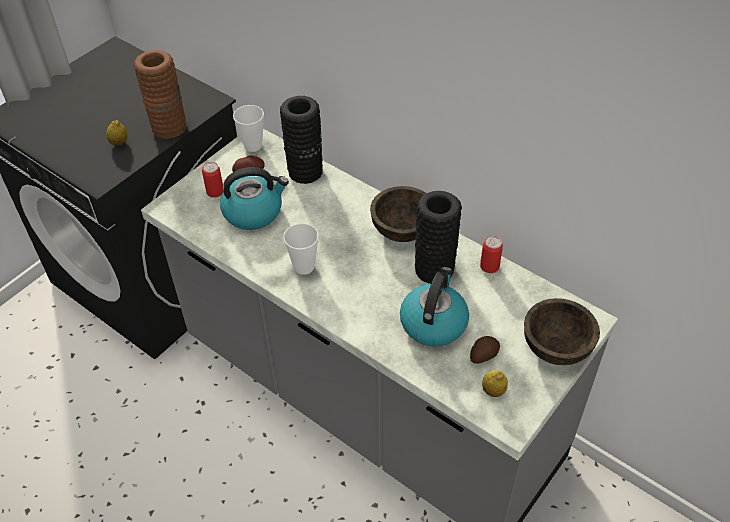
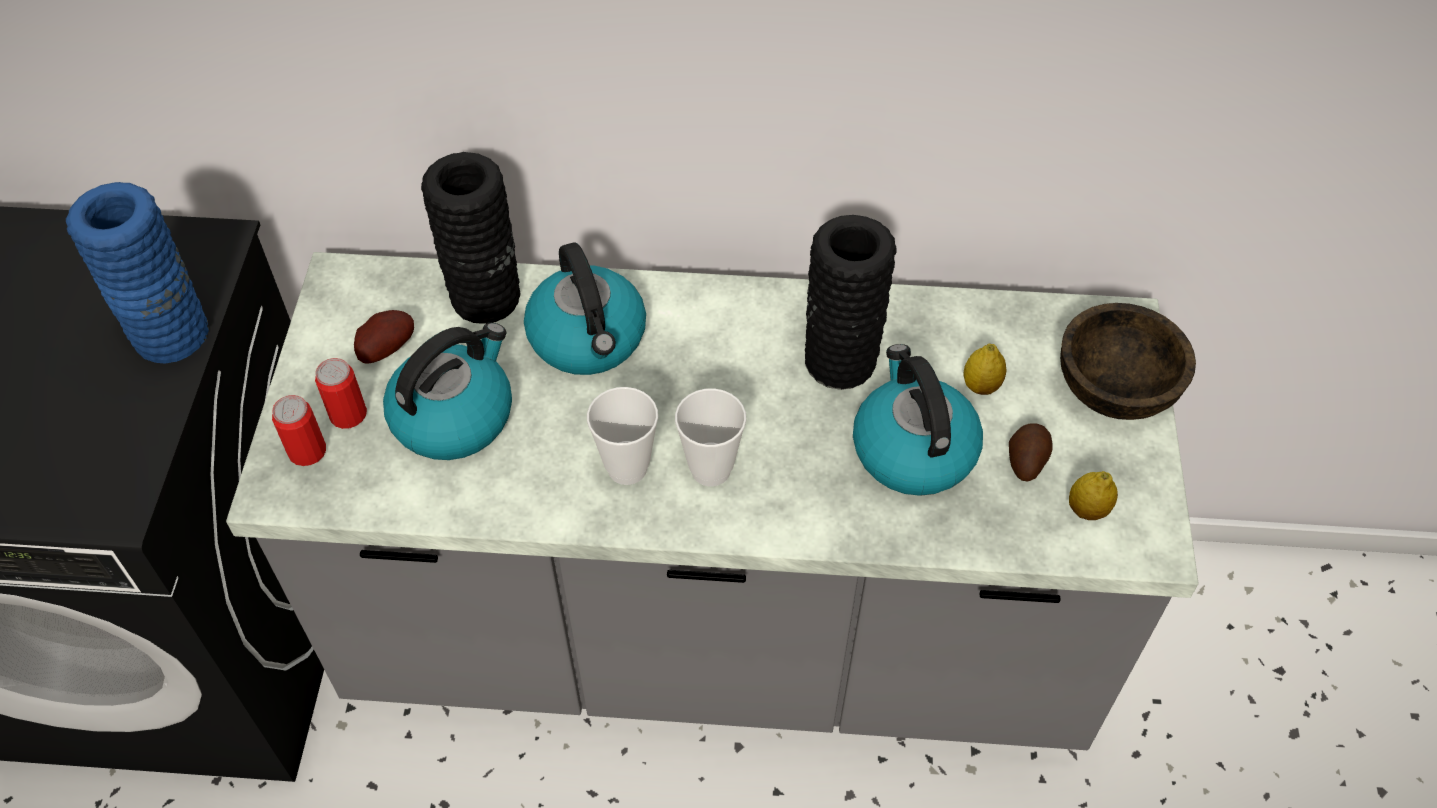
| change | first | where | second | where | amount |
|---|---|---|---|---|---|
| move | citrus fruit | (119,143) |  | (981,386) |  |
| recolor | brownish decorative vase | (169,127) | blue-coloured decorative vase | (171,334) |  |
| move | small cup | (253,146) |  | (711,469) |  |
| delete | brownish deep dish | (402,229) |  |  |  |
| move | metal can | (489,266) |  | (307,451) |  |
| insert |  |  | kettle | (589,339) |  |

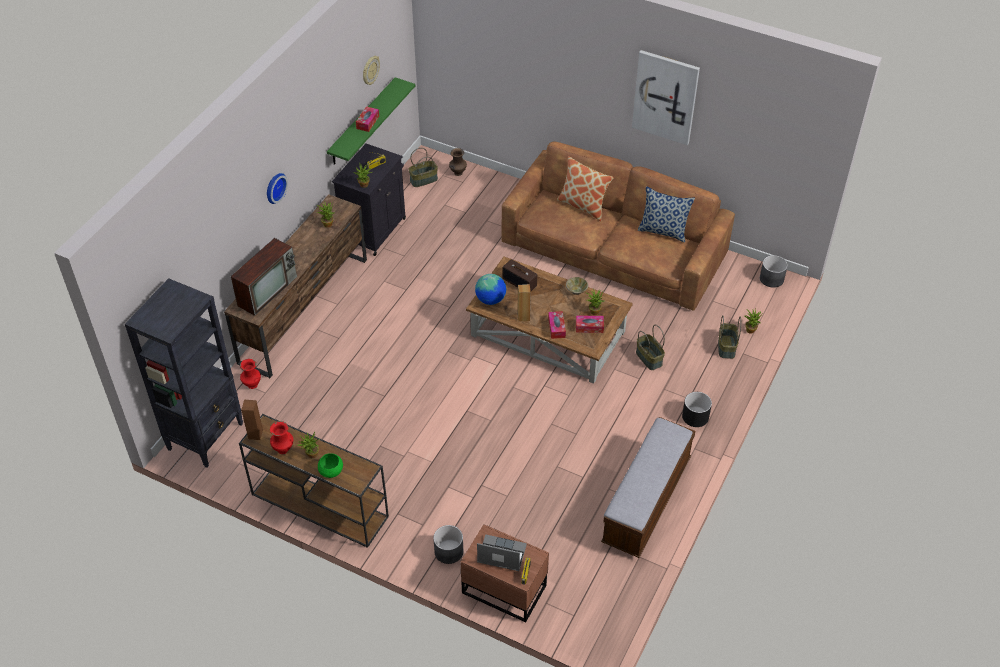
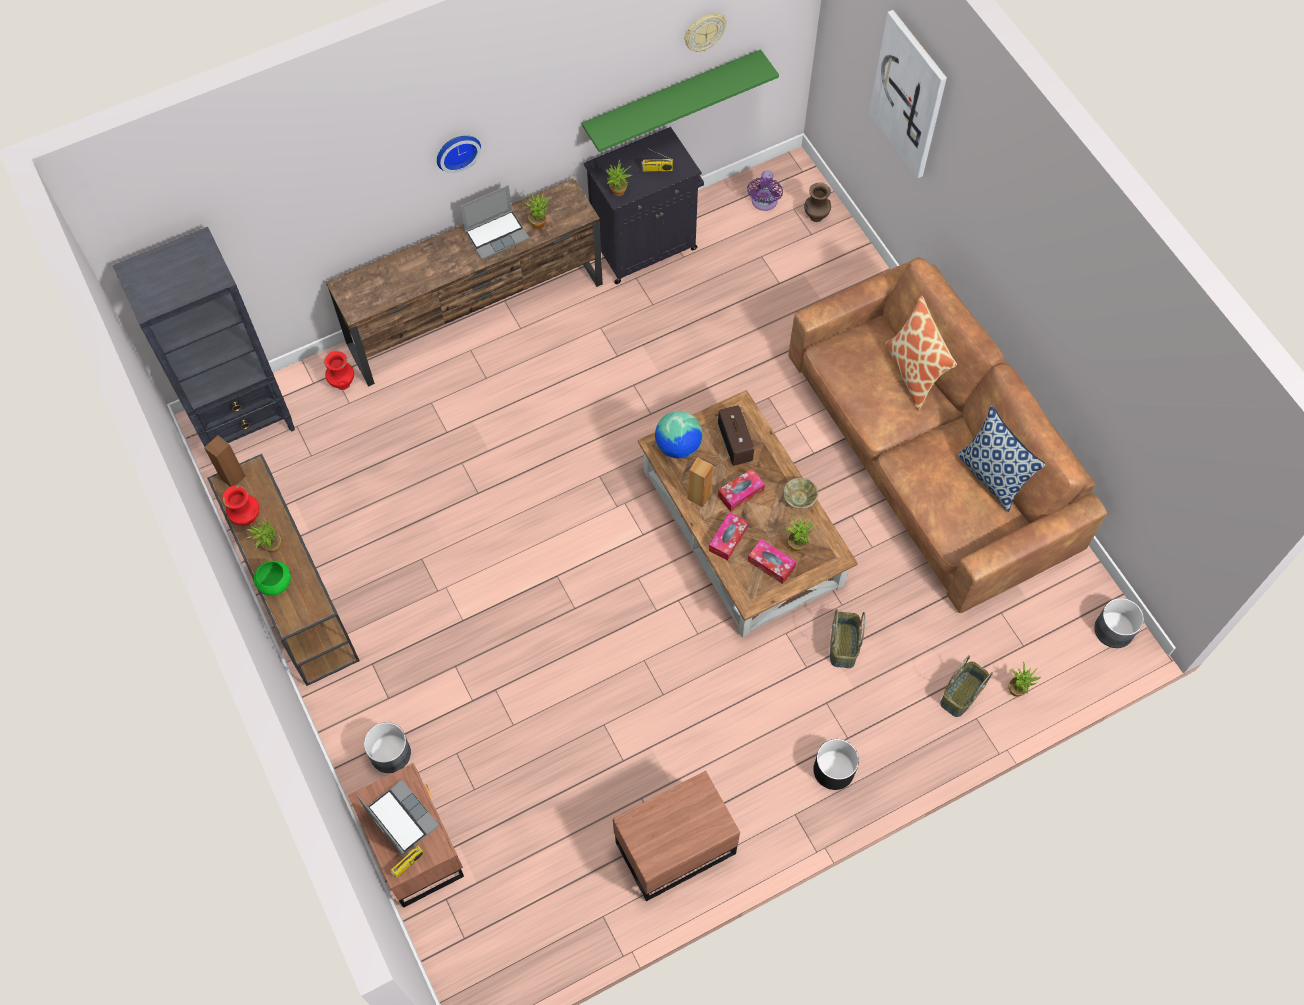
| change | first | where | second | where | amount |
|---|---|---|---|---|---|
| delete | TV set | (268,290) |  |  |  |
| move | tissue holder | (367,122) |  | (740,493) |  |
| replace | household basket | (423,179) | purple-coloured electric fan | (764,202) |  |
| replace | long seat | (646,501) | brownish night table | (673,847) |  |
| move | picture | (665,97) |  | (909,94) |  |
| insert |  |  | notebook computer | (497,234) |  |

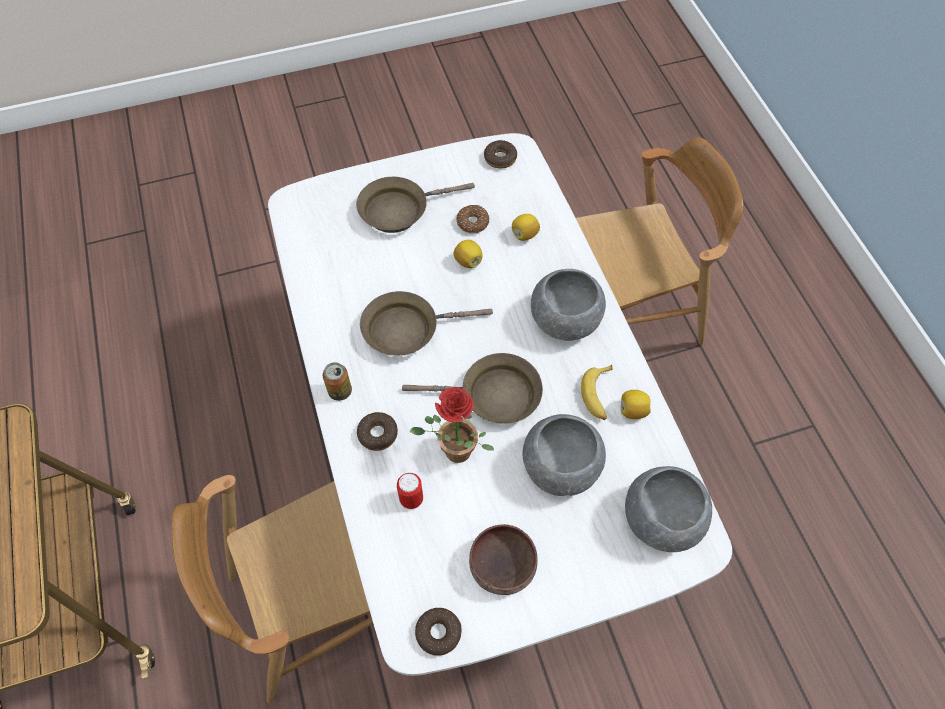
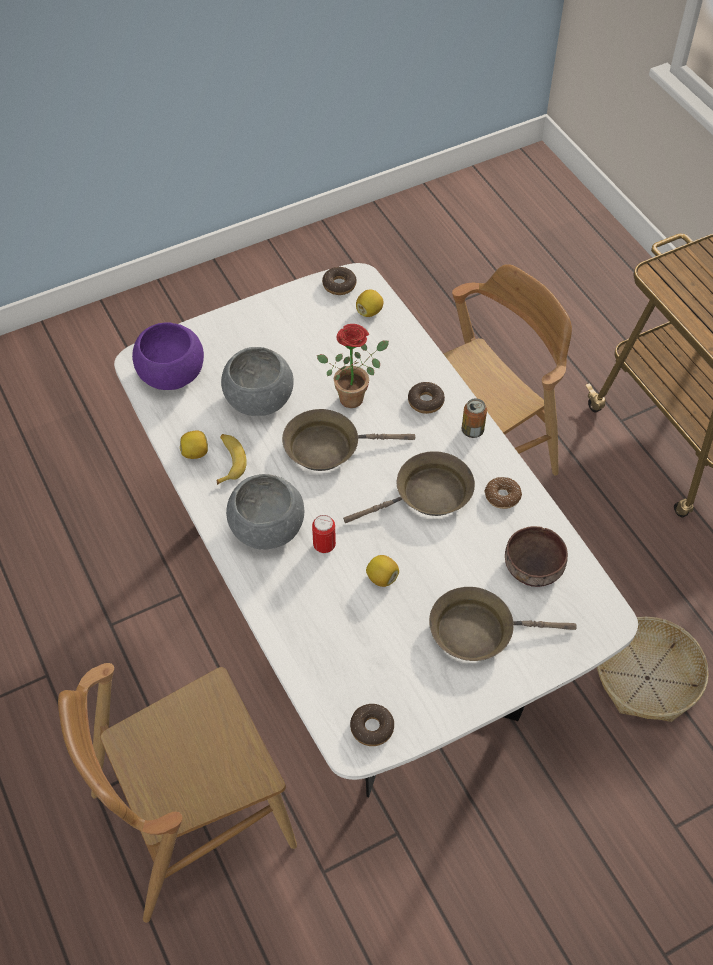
| change | first | where | second | where | amount |
|---|---|---|---|---|---|
| rotate | brownish frying pan | (399,210) |  | (478,630) | 150 degrees counterclockwise |
| move | metal can | (411,499) |  | (324,546) |  |
| move | ring doughnut | (472,222) |  | (502,496) |  |
| move | brownish deep dish | (504,564) |  | (532,567) |  |
| move | citrus fruit | (524,234) |  | (369,311) |  |
| recolor | greyish deep dish | (662,519) | purple-coloured deep dish | (171,374) |  |
| insert |  |  | household basket | (647,677) |  |

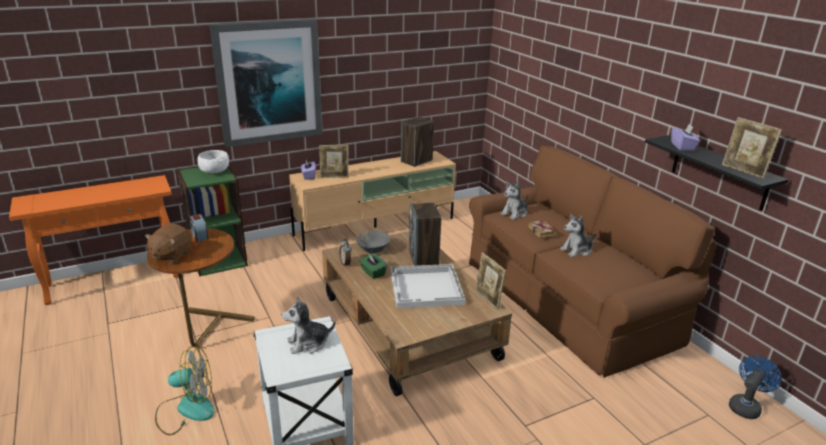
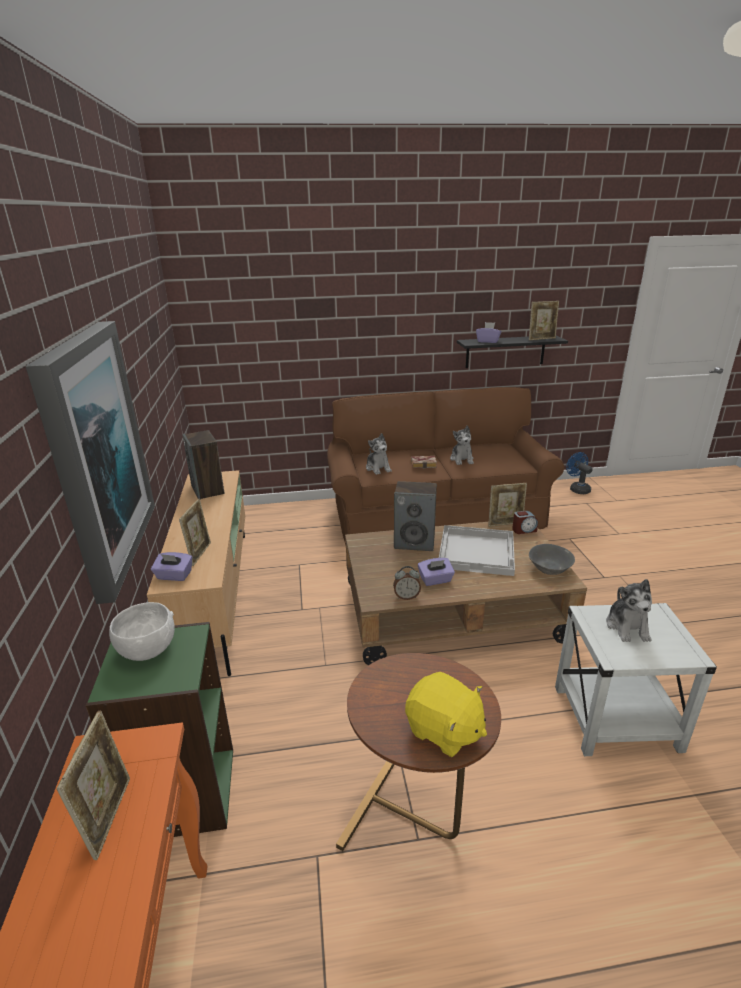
| change | first | where | second | where | amount |
|---|---|---|---|---|---|
| recolor | brownish plush toy | (171,255) | yellow-coloured plush toy | (444,730) |  |
| delete | electric fan | (186,409) |  |  |  |
| move | alarm clock | (199,235) |  | (524,530) |  |
| move | greyish deep dish | (373,249) |  | (549,568) |  |
| recolor | greenish tissue holder | (373,273) | purple-coloured tissue holder | (435,580) |  |
| insert |  |  | standing frame | (109,816) |  |

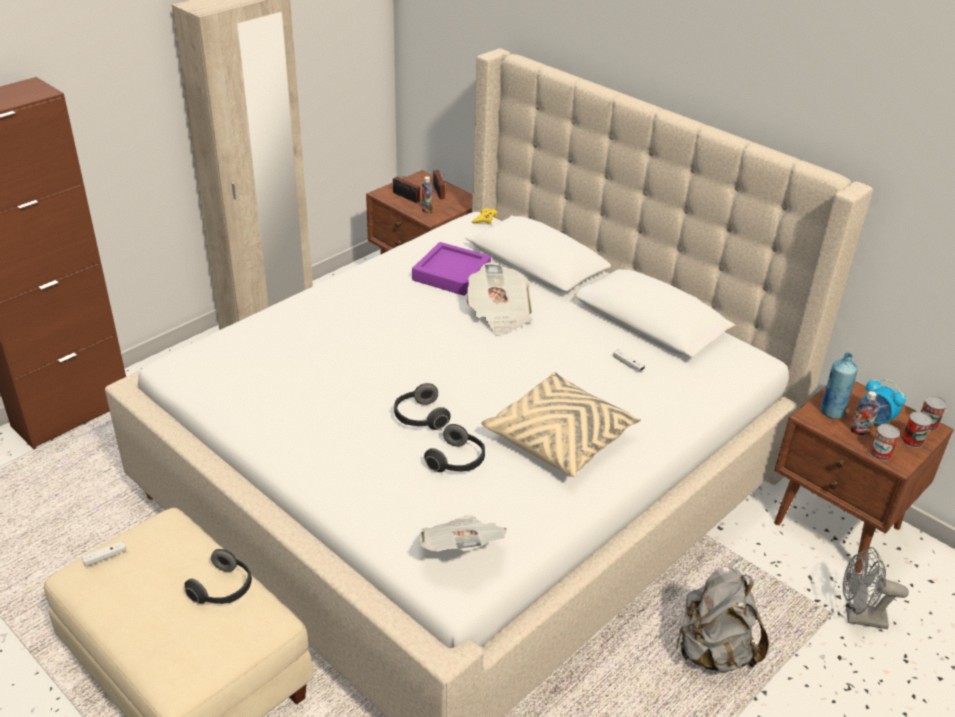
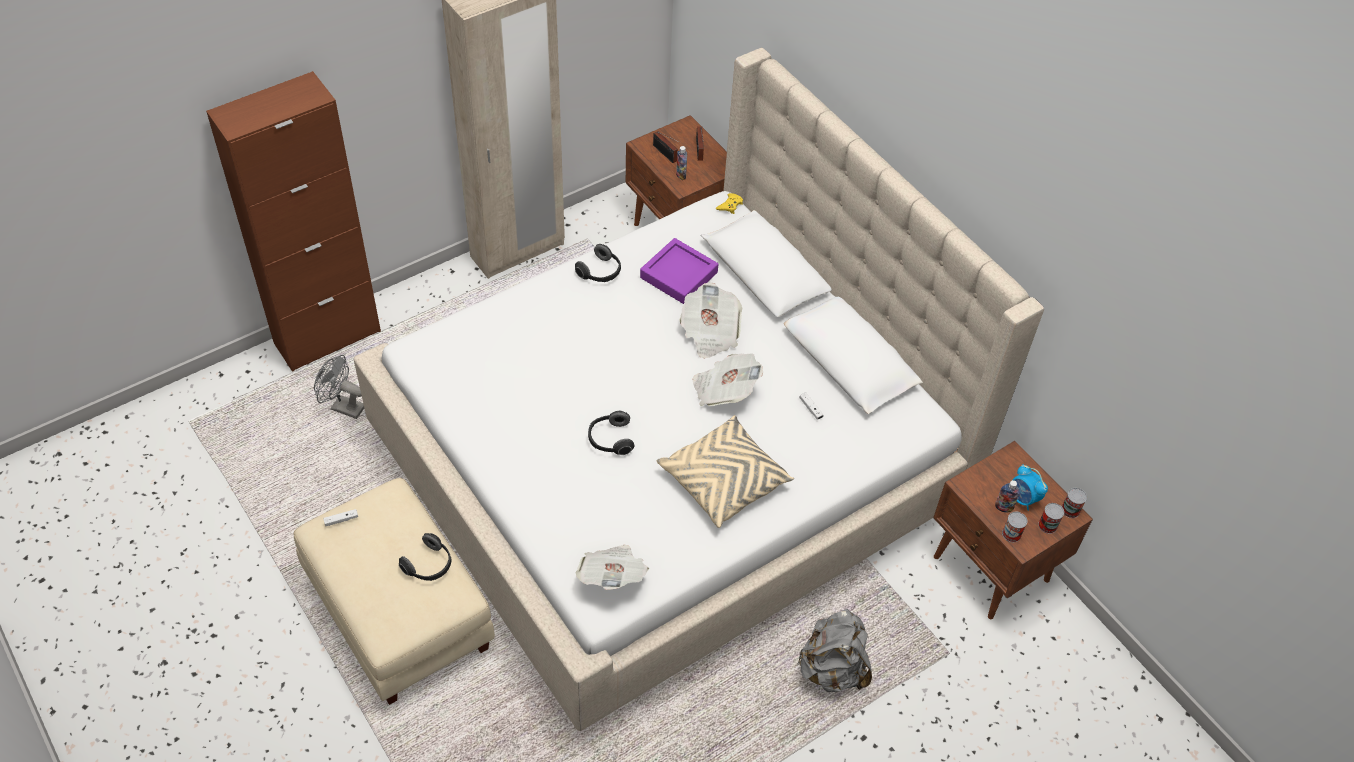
| change | first | where | second | where | amount |
|---|---|---|---|---|---|
| move | headphones | (457,461) |  | (600,272) |  |
| delete | blue-coloured drink bottle | (831,412) |  |  |  |
| move | greyish electric fan | (858,617) |  | (343,407) |  |
| insert |  |  | newspaper | (724,390) |  |

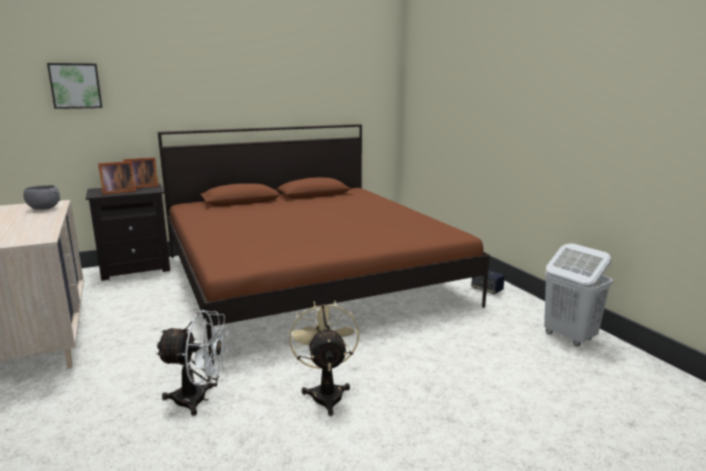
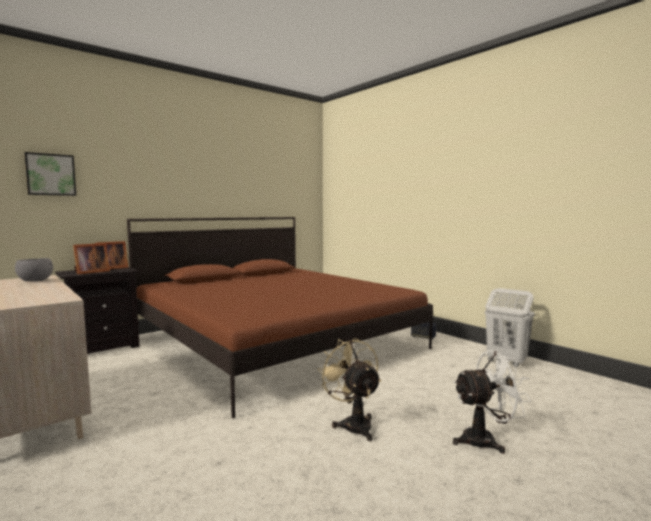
| change | first | where | second | where | amount |
|---|---|---|---|---|---|
| move | whitish electric fan | (199,400) |  | (486,440) |  |

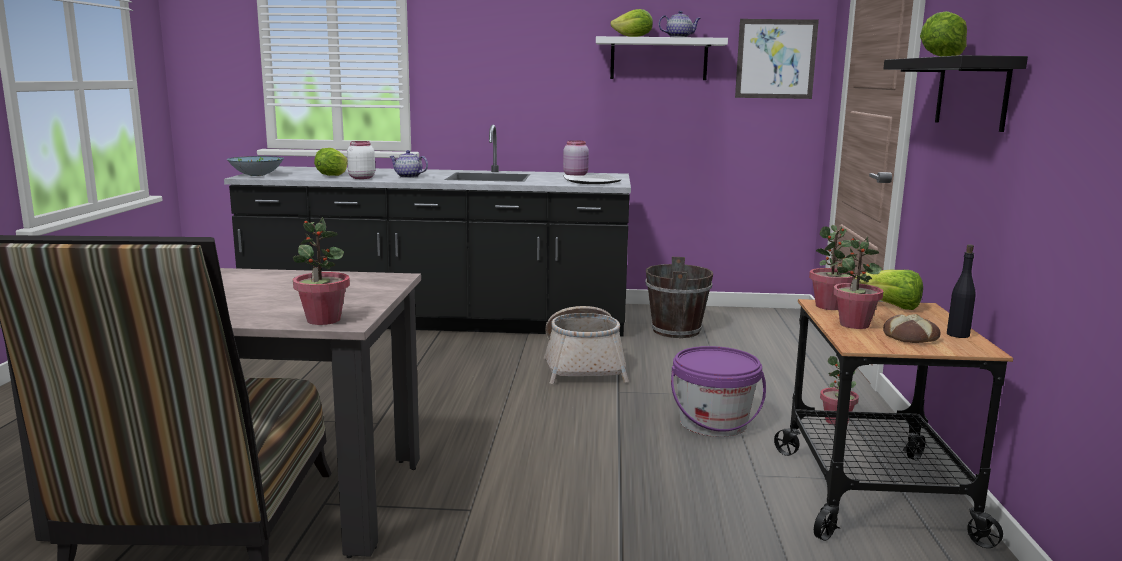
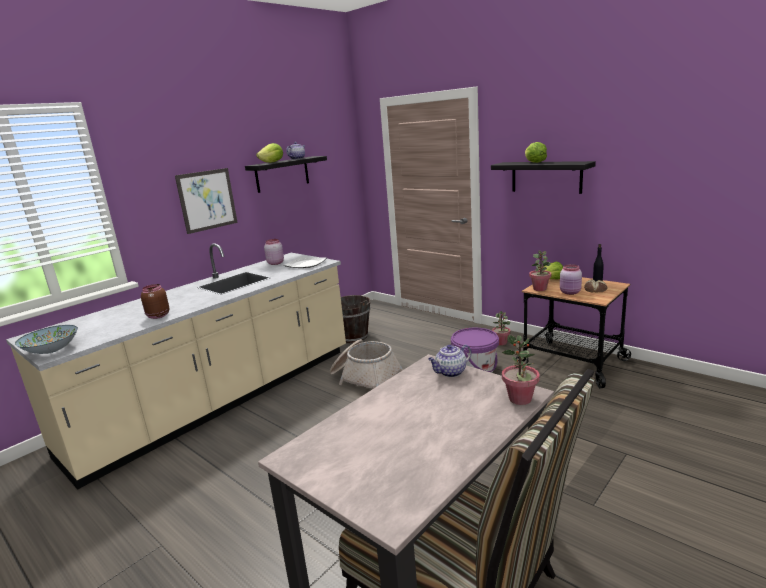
| change | first | where | second | where | amount |
|---|---|---|---|---|---|
| recolor | black counter | (440,320) | beige-coloured counter | (221,399) |  |
| delete | head of lettuce | (332,175) |  |  |  |
| recolor | whitish storage jar | (361,178) | brownish storage jar | (157,316) |  |
| move | teapot | (408,177) |  | (450,372) |  |
| recolor | whitish wall shelf | (658,59) | black wall shelf | (282,174) |  |
| move | picture | (776,59) |  | (207,200) |  |
| replace | potted plant | (854,324) | pink storage jar | (570,292) |  |

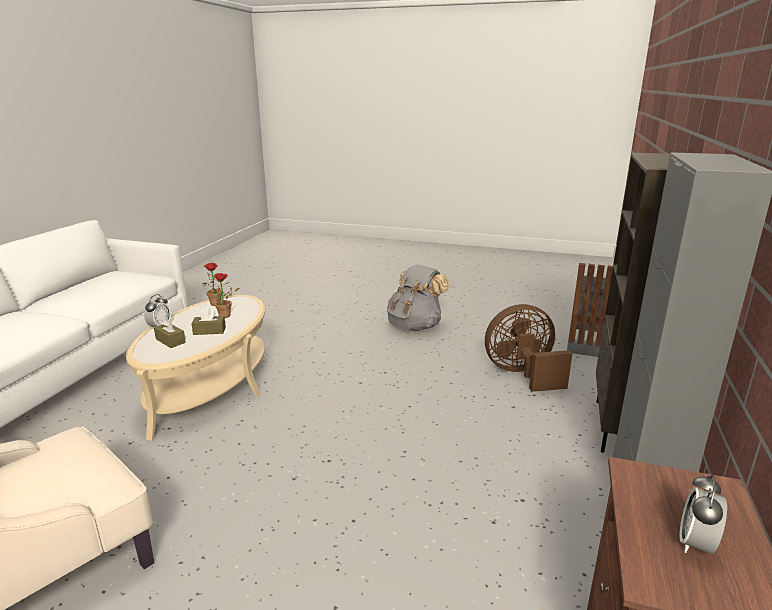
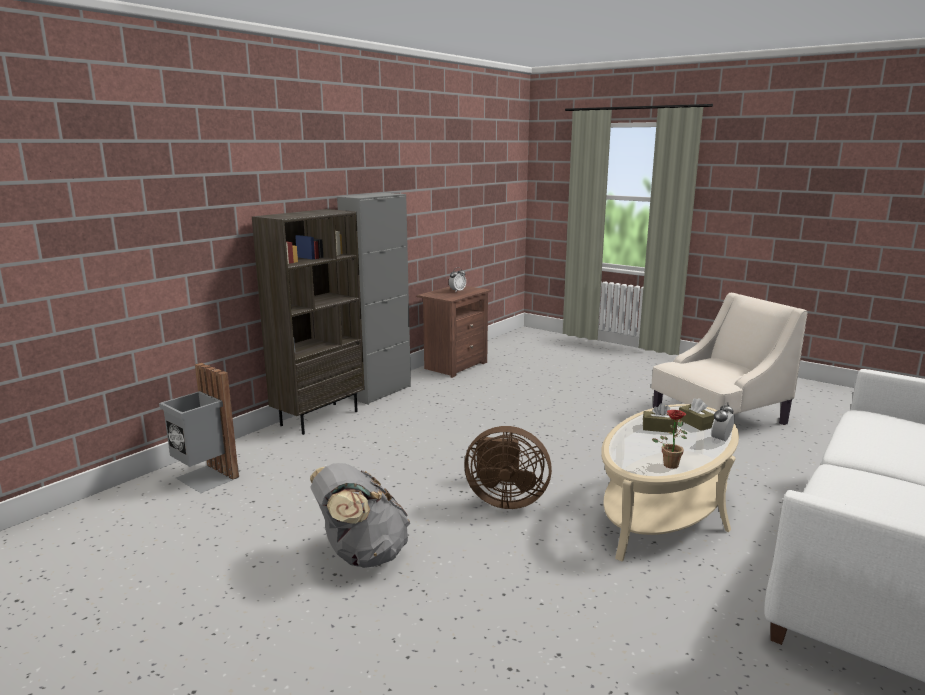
| change | first | where | second | where | amount |
|---|---|---|---|---|---|
| delete | potted plant | (227,315) |  |  |  |
| move | brownish electric fan | (522,374) |  | (505,500) |  |

